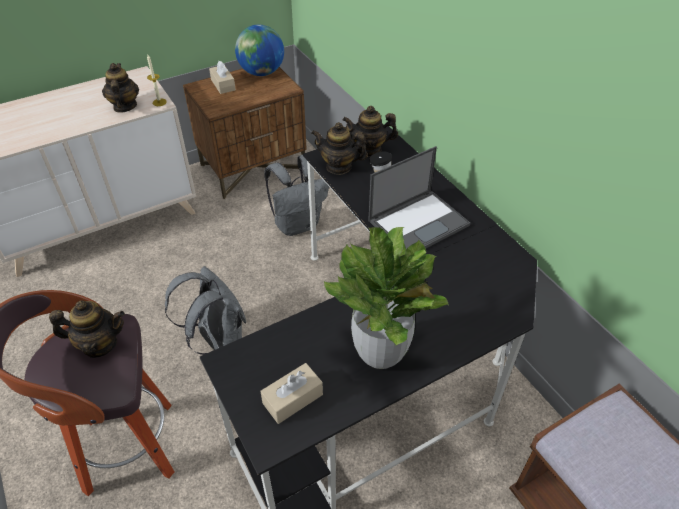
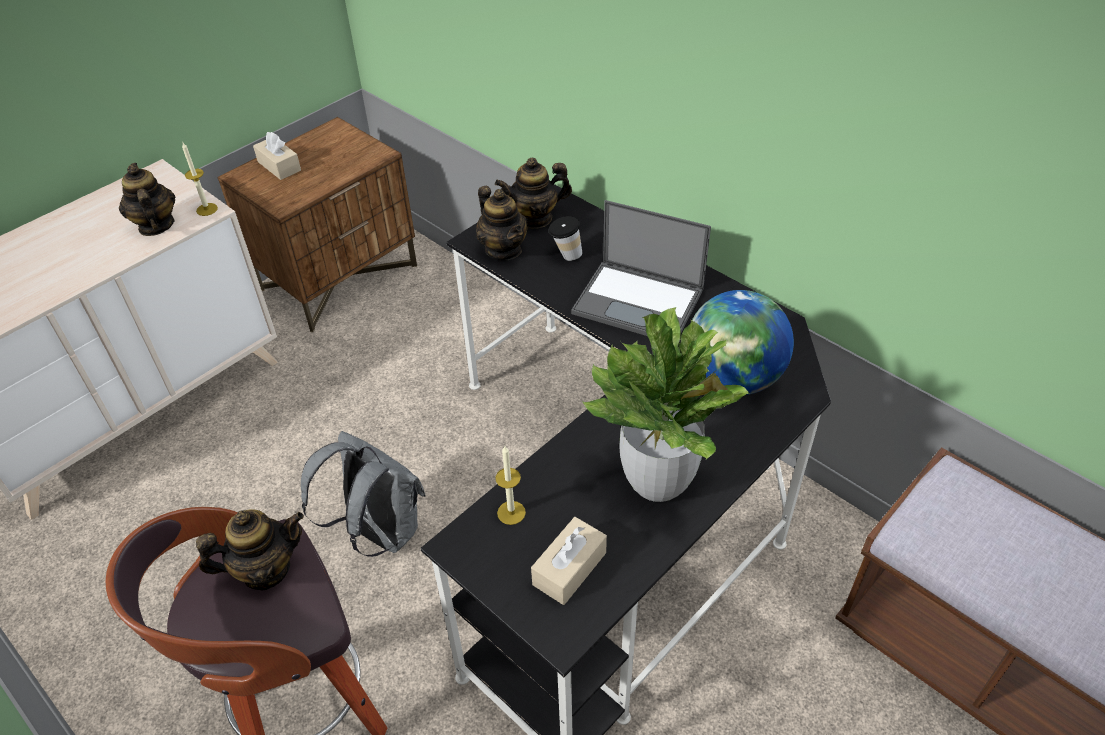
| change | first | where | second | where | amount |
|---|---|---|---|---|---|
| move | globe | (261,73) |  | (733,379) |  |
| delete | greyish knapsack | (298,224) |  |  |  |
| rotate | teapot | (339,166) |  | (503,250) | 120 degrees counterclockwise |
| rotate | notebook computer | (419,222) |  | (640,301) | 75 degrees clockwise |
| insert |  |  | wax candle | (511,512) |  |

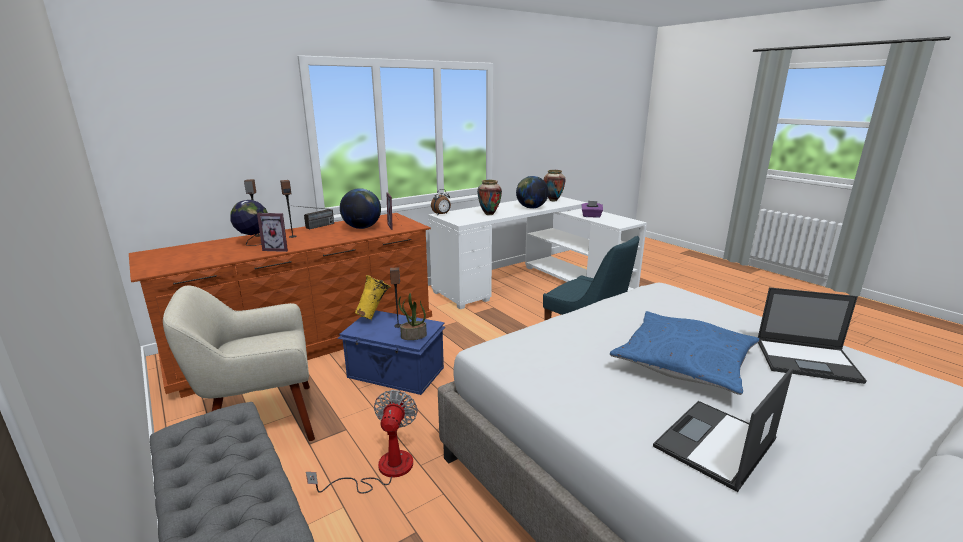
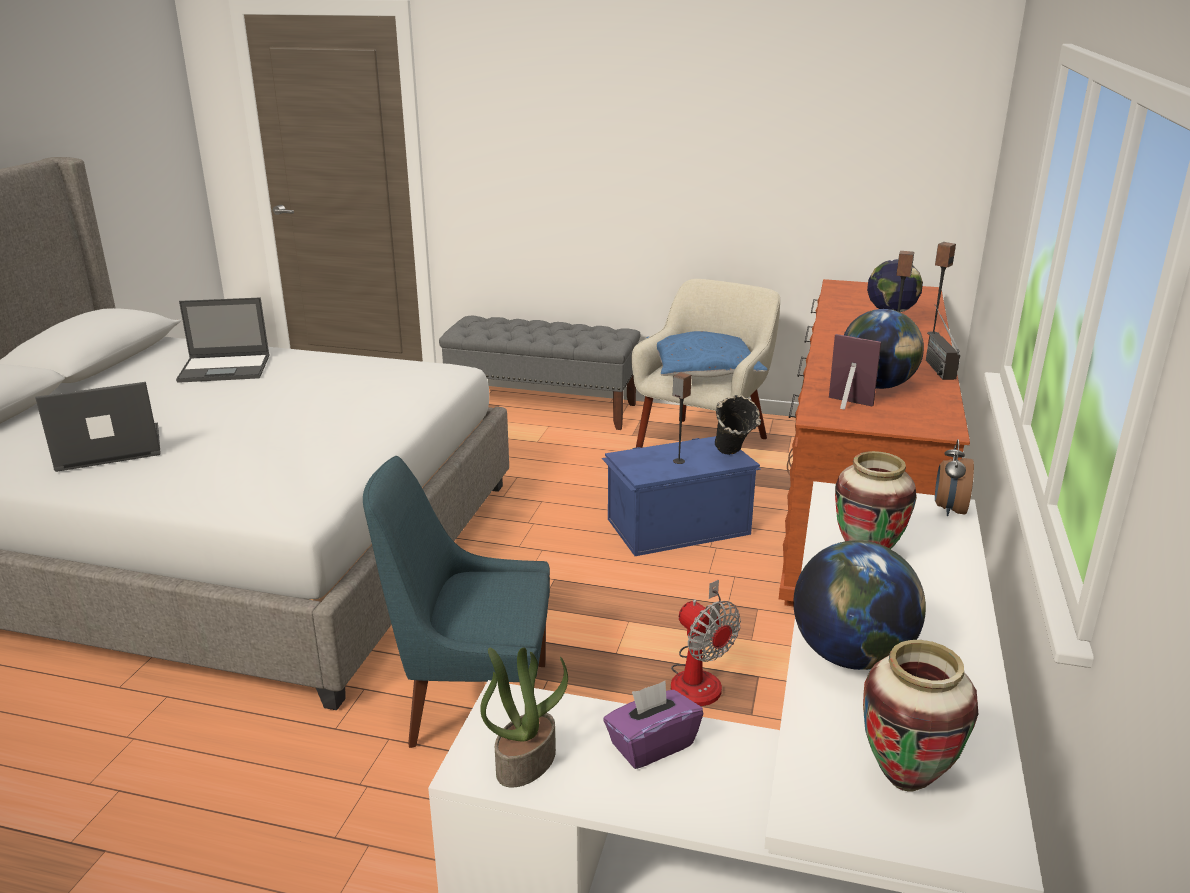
| change | first | where | second | where | amount |
|---|---|---|---|---|---|
| delete | standing frame | (278,249) |  |  |  |
| move | electric fan | (383,470) |  | (699,676) |  |
| recolor | yellow-coloured decorative vase | (374,316) | black decorative vase | (732,460) |  |
| move | potted plant | (413,336) |  | (525,761) |  |
| move | blue-coloured pillow | (683,362) |  | (703,368) |  |
| rotate | notebook computer | (715,444) |  | (226,368) | 75 degrees clockwise |

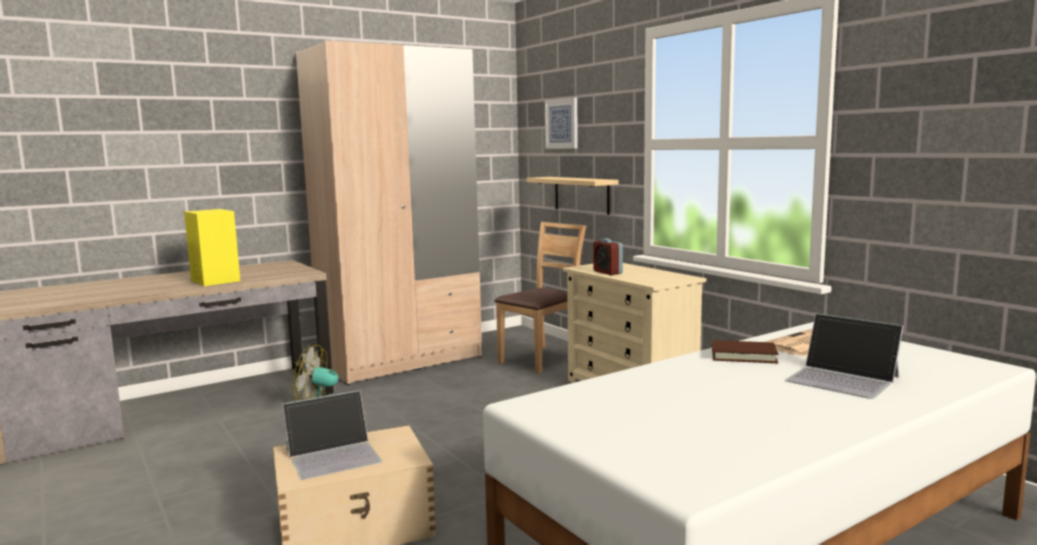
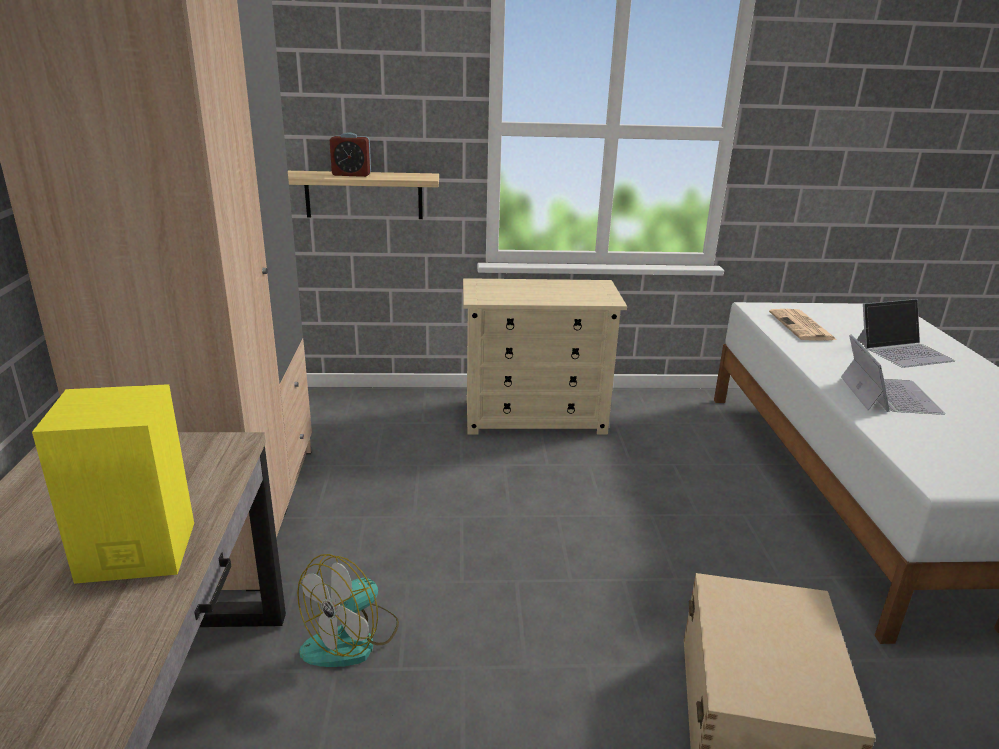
| change | first | where | second | where | amount |
|---|---|---|---|---|---|
| move | notebook computer | (334,455) |  | (888,394) |  |
| delete | brownish upright chair | (542,359) |  |  |  |
| delete | picture | (562,123) |  |  |  |
| move | alarm clock | (607,272) |  | (351,174) |  |
| delete | brownish book | (743,355) |  |  |  |

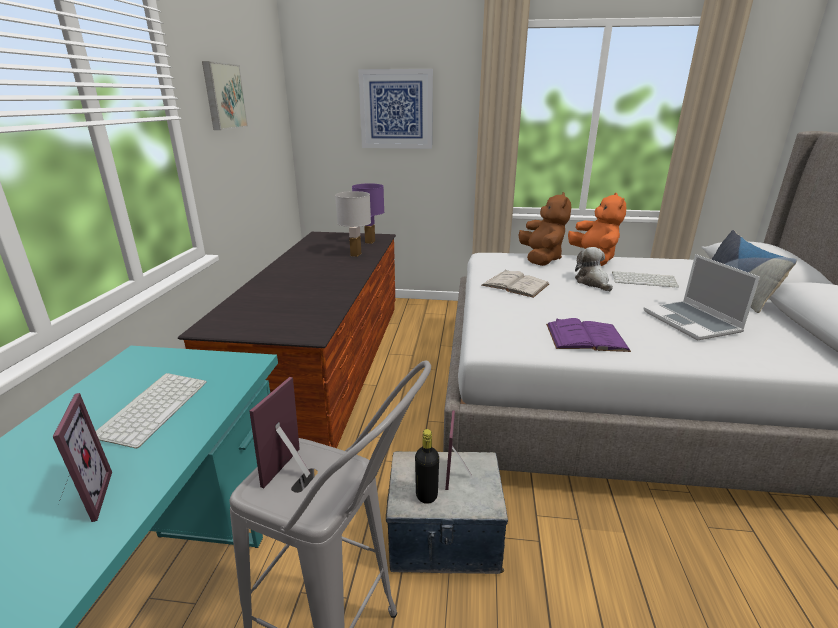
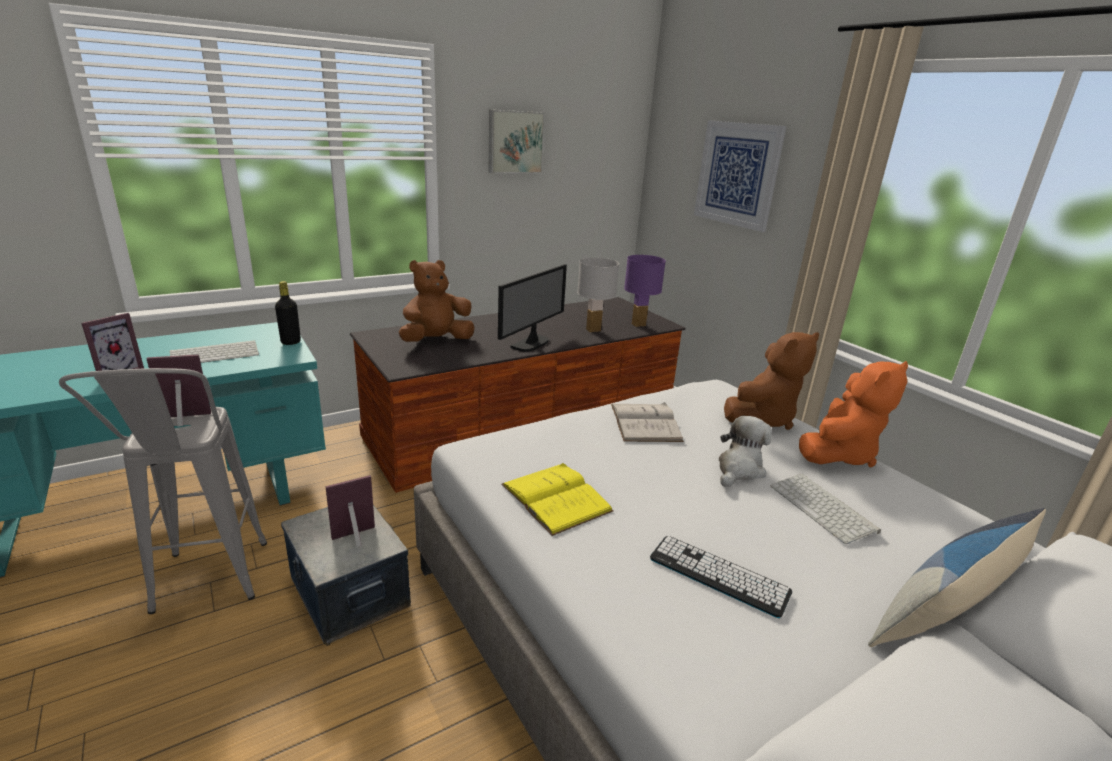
| change | first | where | second | where | amount |
|---|---|---|---|---|---|
| move | black drink bottle | (426,495) |  | (291,342) |  |
| recolor | purple-coloured book | (586,337) | yellow-coloured book | (556,497) |  |
| replace | notebook computer | (692,322) | computer keyboard | (718,575) |  |
| insert |  |  | brownish plush toy | (436,341) |  |
| insert |  |  | computer display | (531,344) |  |

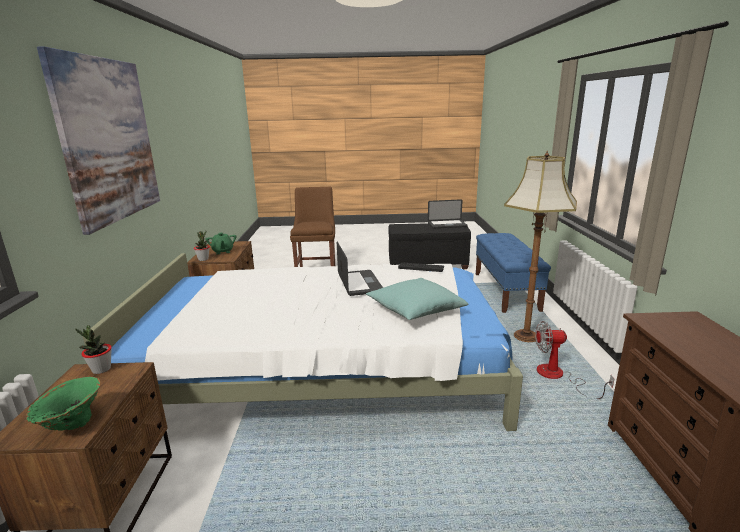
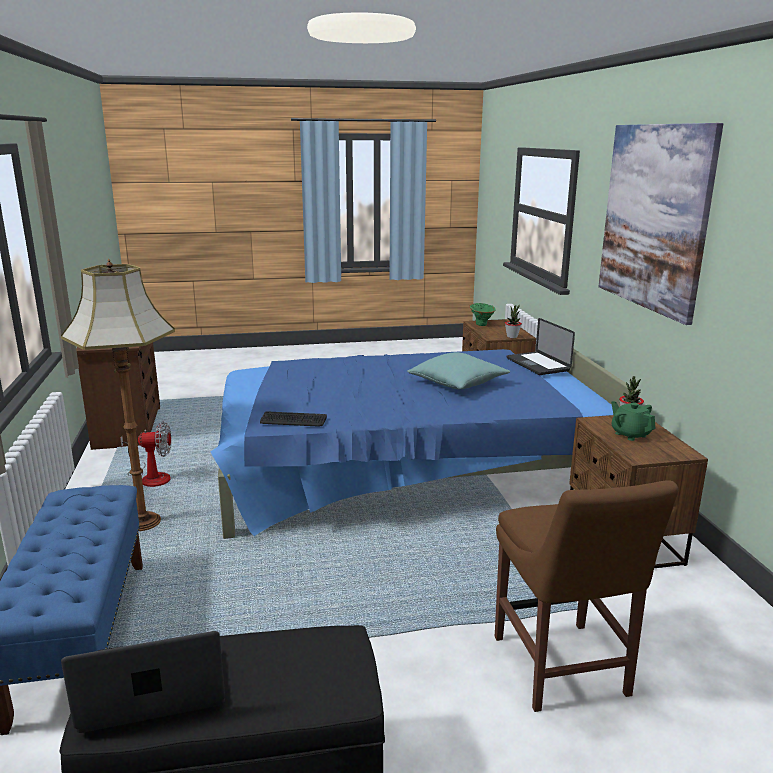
| change | first | where | second | where | amount |
|---|---|---|---|---|---|
| recolor | whitish sleeping bed | (327,371) | blue-coloured sleeping bed | (404,467) |  |
| move | notebook computer | (359,283) |  | (537,364) |  |
| move | turquoise-coloured pillow | (415,310) |  | (458,383) |  |

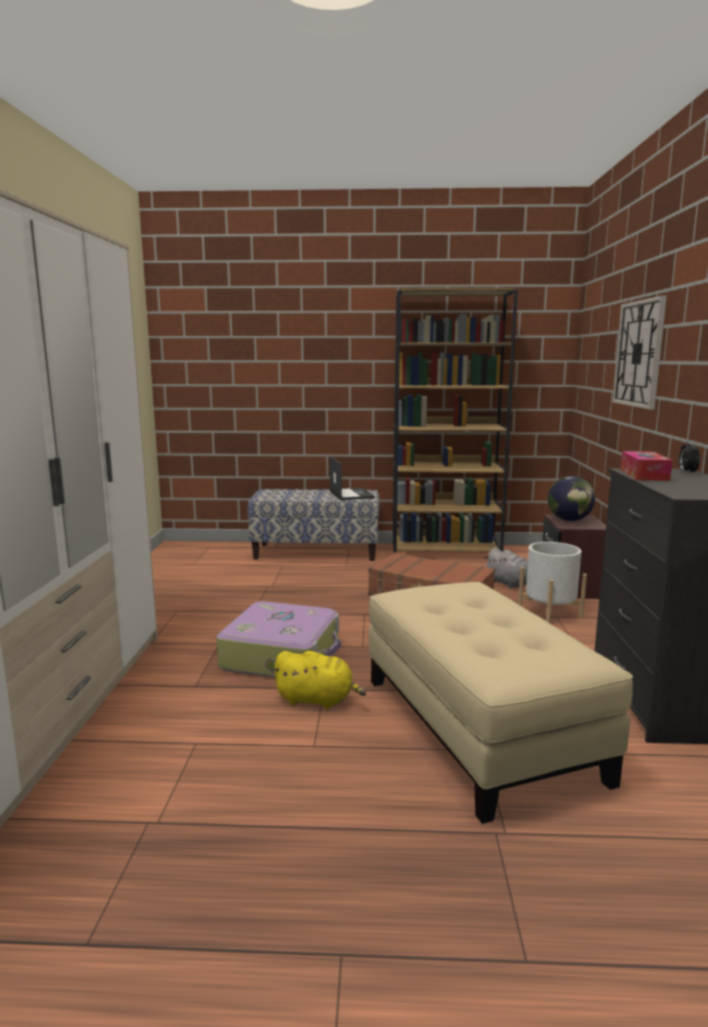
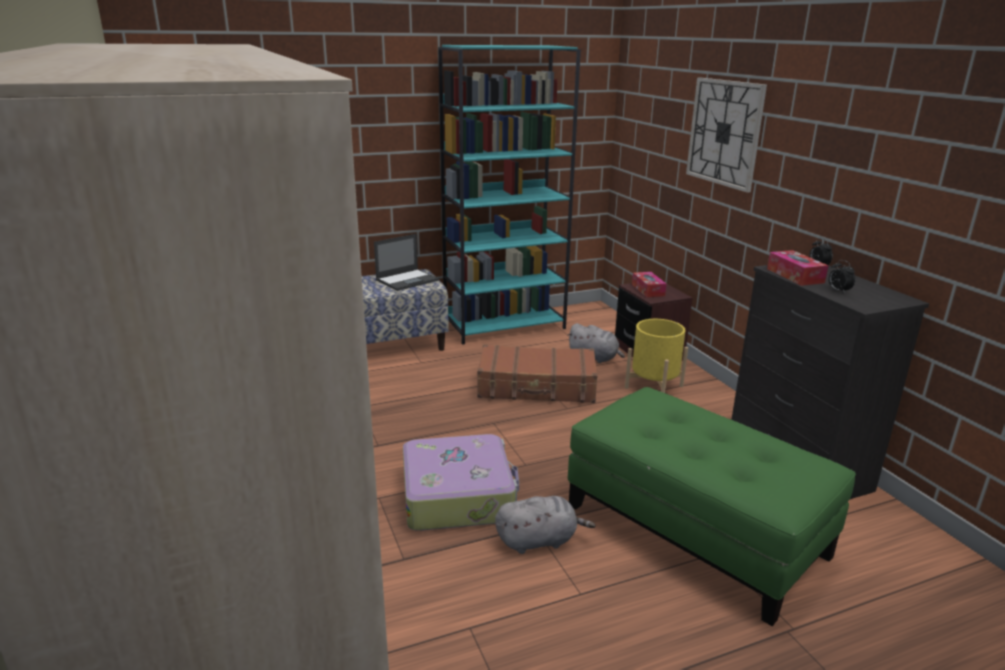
| change | first | where | second | where | amount |
|---|---|---|---|---|---|
| recolor | yellow-coloured plush toy | (317,700) | greyish plush toy | (539,540) |  |
| rotate | notebook computer | (351,494) |  | (407,280) | 90 degrees clockwise |
| recolor | beige-coloured ottoman | (479,727) | greenish ottoman | (696,529) |  |
| recolor | brownish bookcase | (446,552) | turquoise-coloured bookcase | (505,325) |  |
| recolor | whitish plant pot | (549,613) | yellow-coloured plant pot | (654,387) |  |
| replace | globe | (569,520) | tissue holder | (648,290) |  |
| insert |  |  | alarm clock | (838,291) |  |

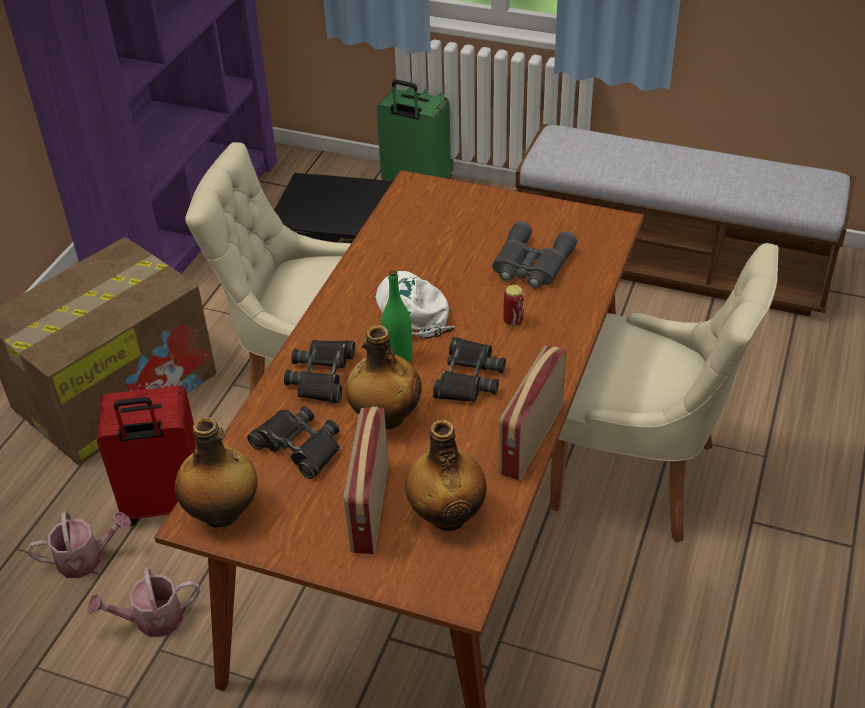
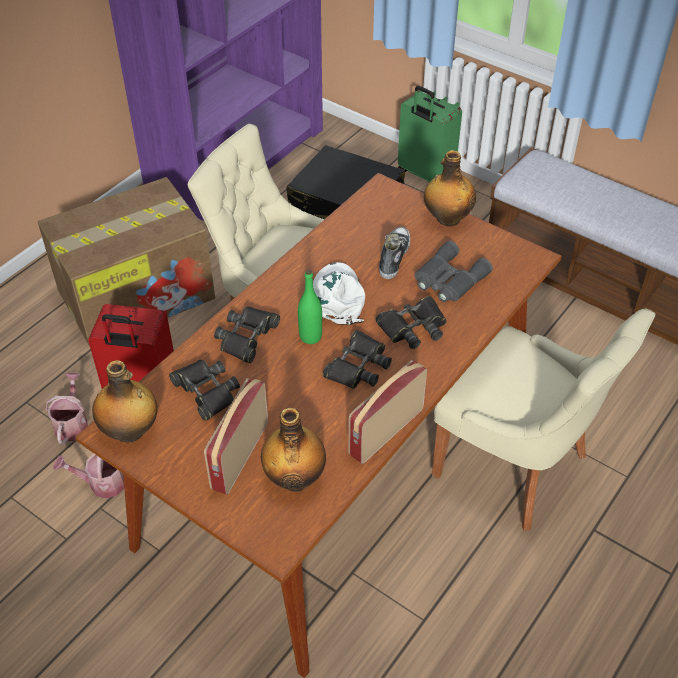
| change | first | where | second | where | amount |
|---|---|---|---|---|---|
| rotate | sprinkling can | (86,559) |  | (72,423) | 90 degrees counterclockwise |
| move | drink bottle | (385,417) |  | (447,219) |  |
| replace | metal can | (513,323) | black binoculars | (413,327) |  |
| insert |  |  | shoe | (393,257) |  |

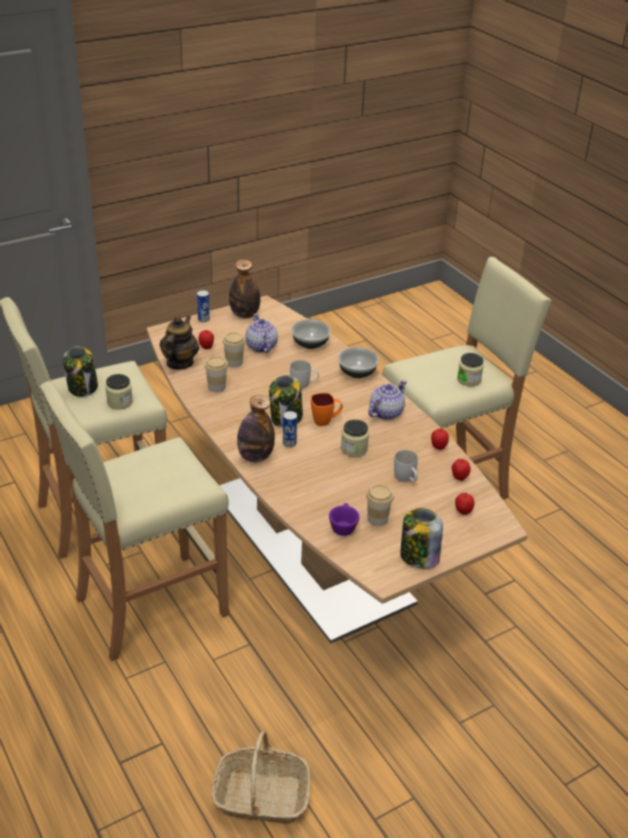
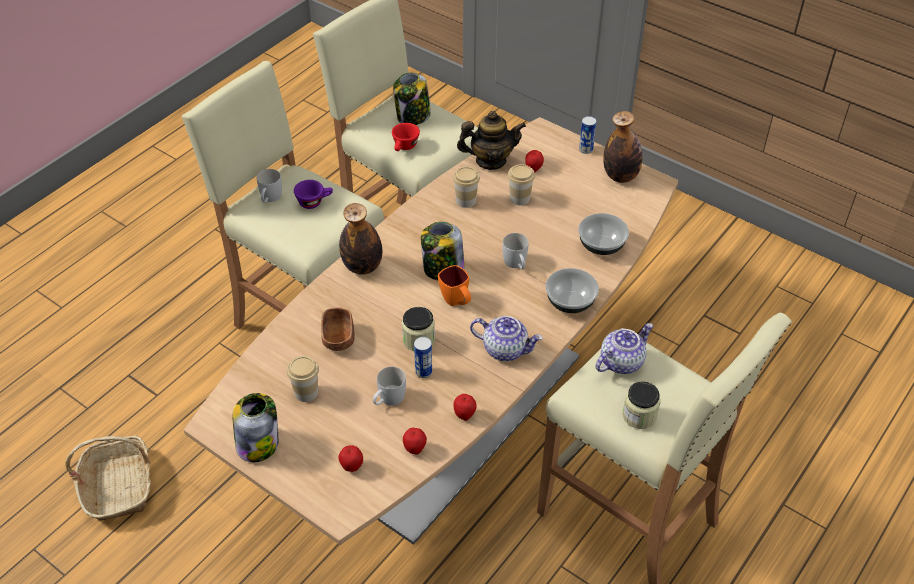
| change | first | where | second | where | amount |
|---|---|---|---|---|---|
| replace | storage jar | (120,402) | reddish small cup | (404,147) |  |
| move | teapot | (261,346) |  | (621,361) |  |
| move | metal can | (289,443) |  | (423,372) |  |
| move | purple-coloured small cup | (343,526) |  | (314,202) |  |
| insert |  |  | whitish tea mug | (270,198) |  |
| insert |  |  | brownish deep dish | (338,338) |  |

